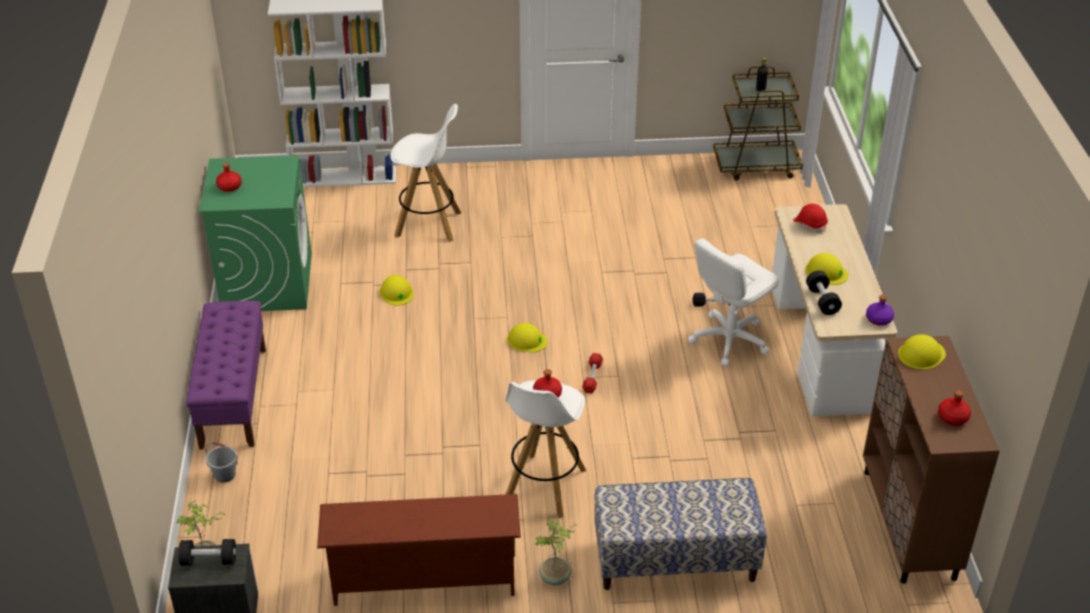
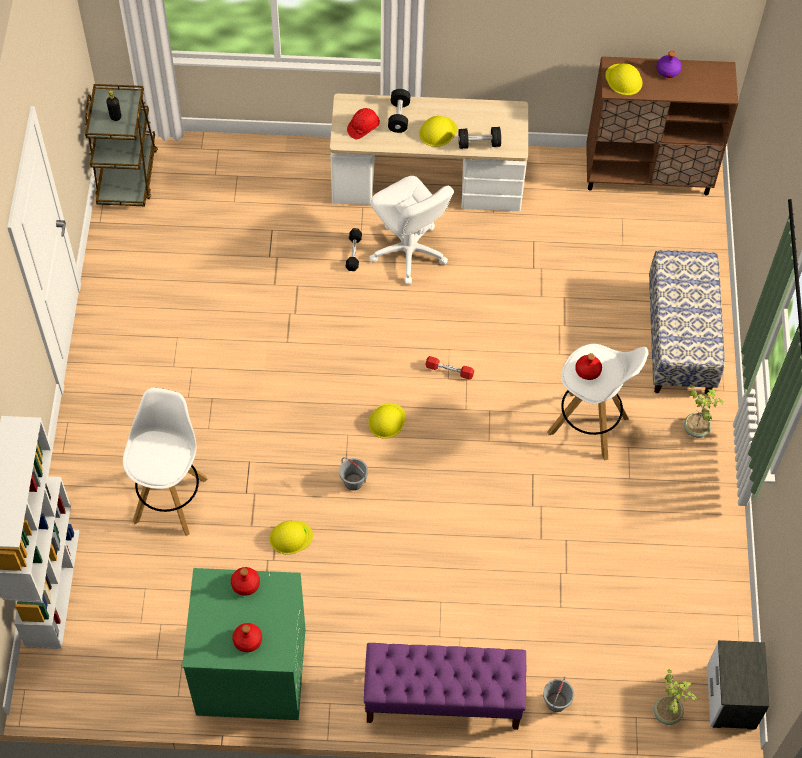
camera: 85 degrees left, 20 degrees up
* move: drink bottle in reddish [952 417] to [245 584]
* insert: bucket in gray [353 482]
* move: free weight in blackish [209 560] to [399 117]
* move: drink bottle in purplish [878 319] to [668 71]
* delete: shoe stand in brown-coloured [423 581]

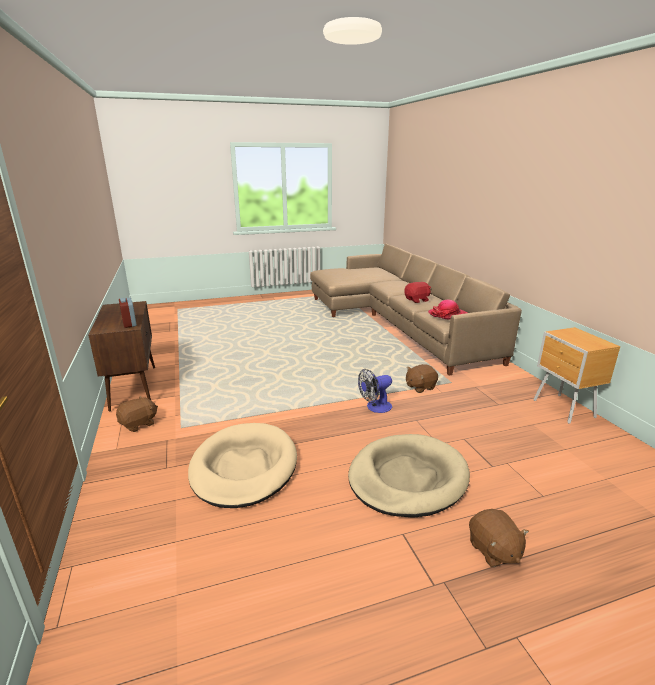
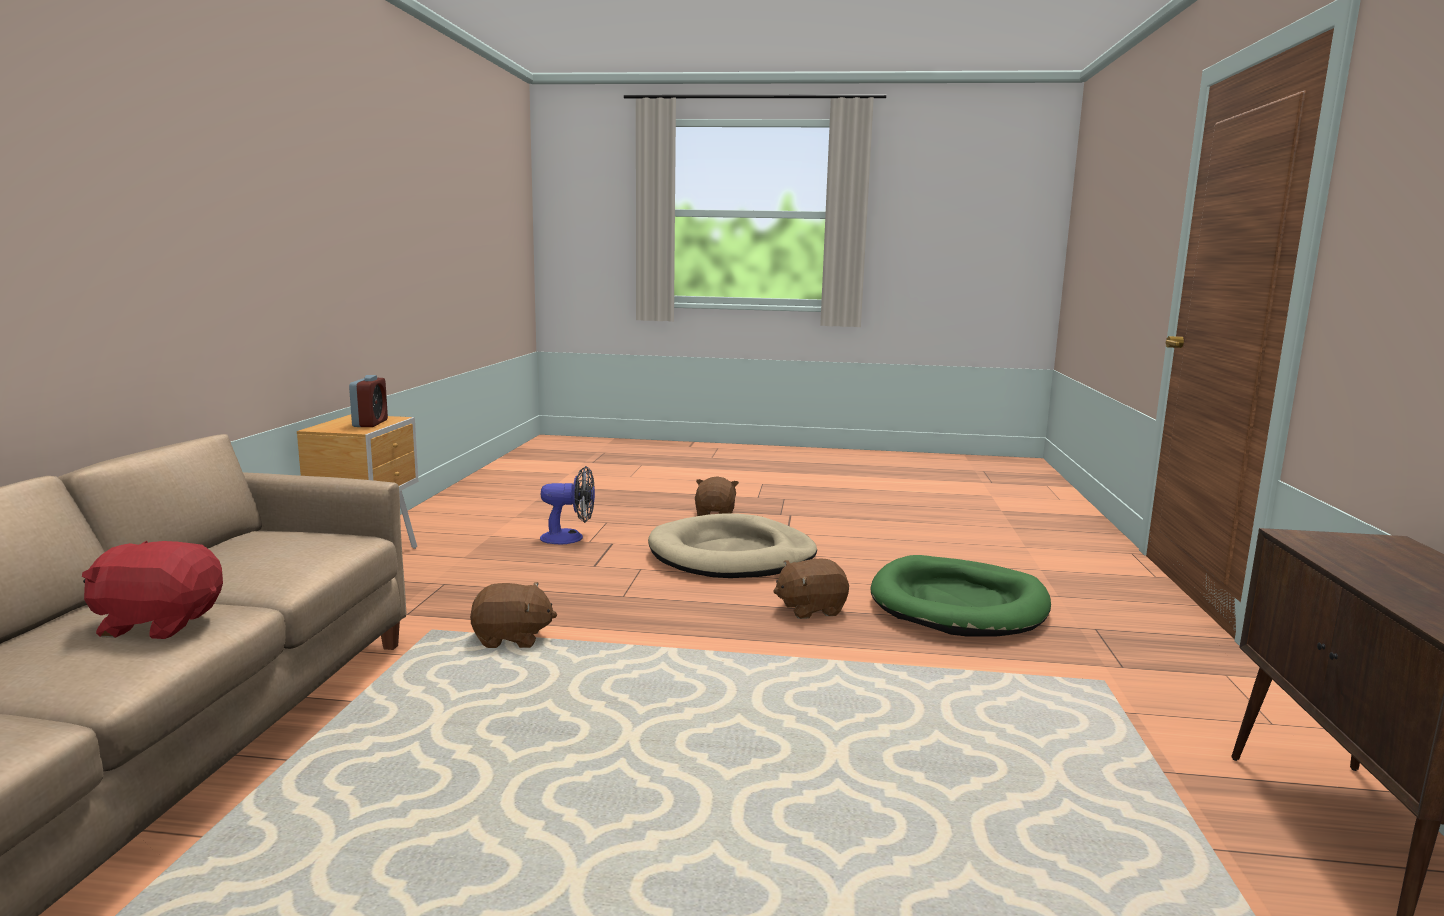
camera: 155 degrees left, 10 degrees down
* move: bedside clock [129 323] to [370 423]
* move: fan [375 407] to [570 538]
* move: soft toy in brown-coloured [139 424] to [810 609]
* recolor: dog bed in beige-coloured [244 467] to dog bed in green [959 604]
* delete: wearable hat [448 315]

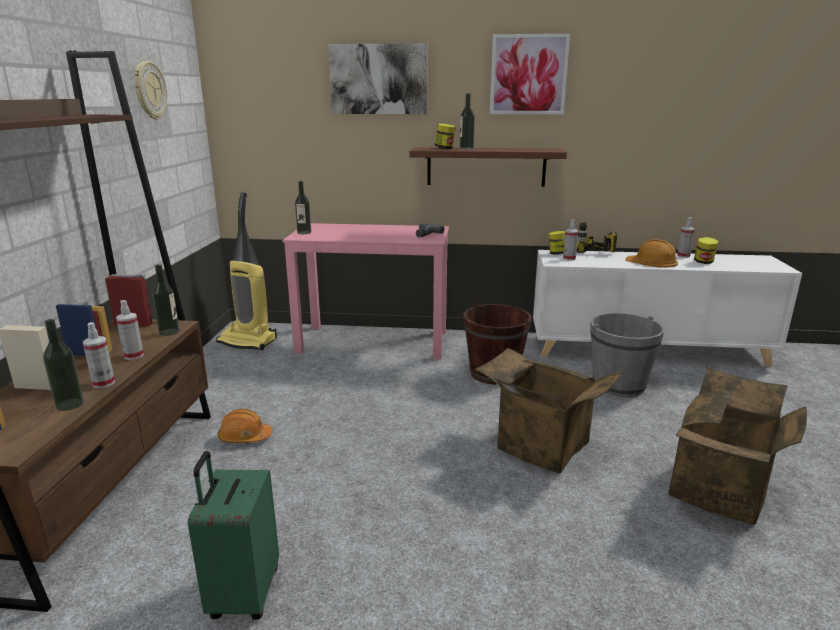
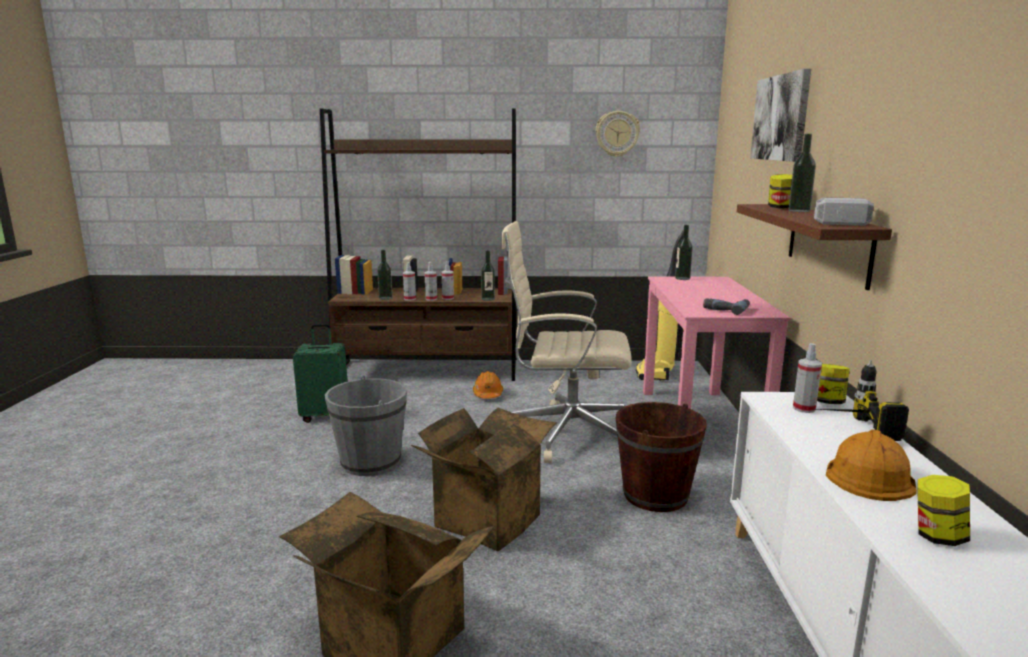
camera: 85 degrees right, 5 degrees down
* move: bucket in gray [618 385] to [370 462]
* move: sprayer [683 256] to [431 299]
* insert: computer chair in beige-coloured [565 433]
* insert: hammer [836 220]
* delete: wall picture [528 75]

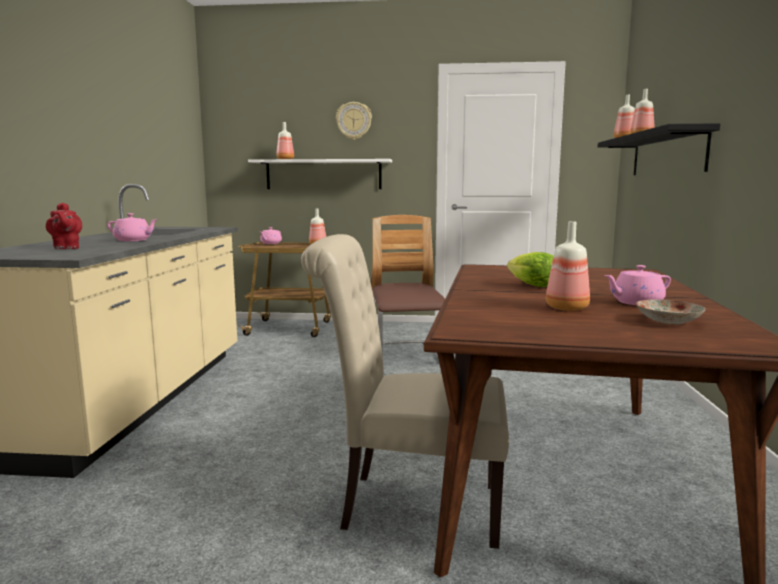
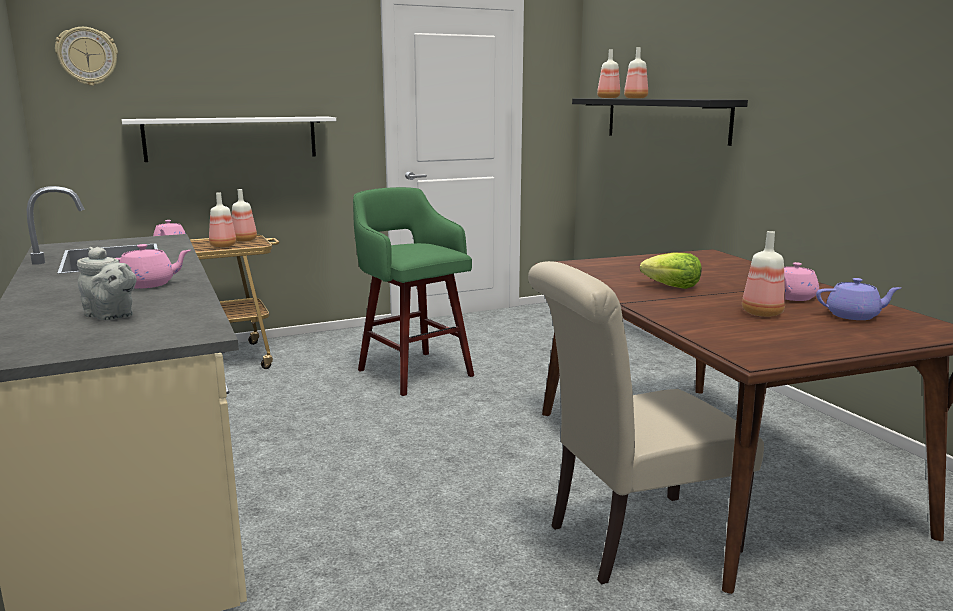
camera: 30 degrees left, 5 degrees up
* move: hanging clock [354 121] to [87 56]
* recolor: tea pot in reddish [66 248] to tea pot in gray [111 316]
* move: drink bottle [285 159] to [222 246]
* replace: upright chair [406 354] to stool in green [413 371]
* replace: dinner plate [667 321] to tea pot in purplish [854 316]

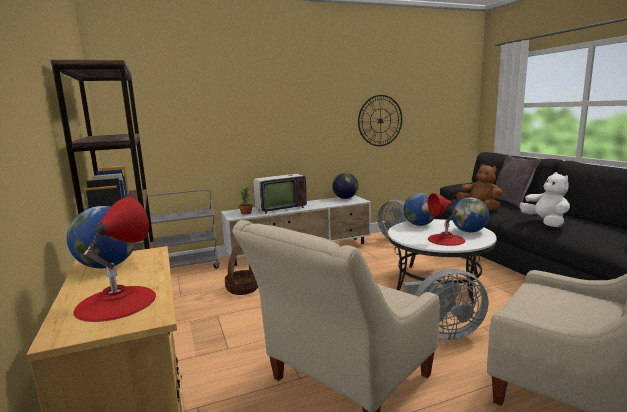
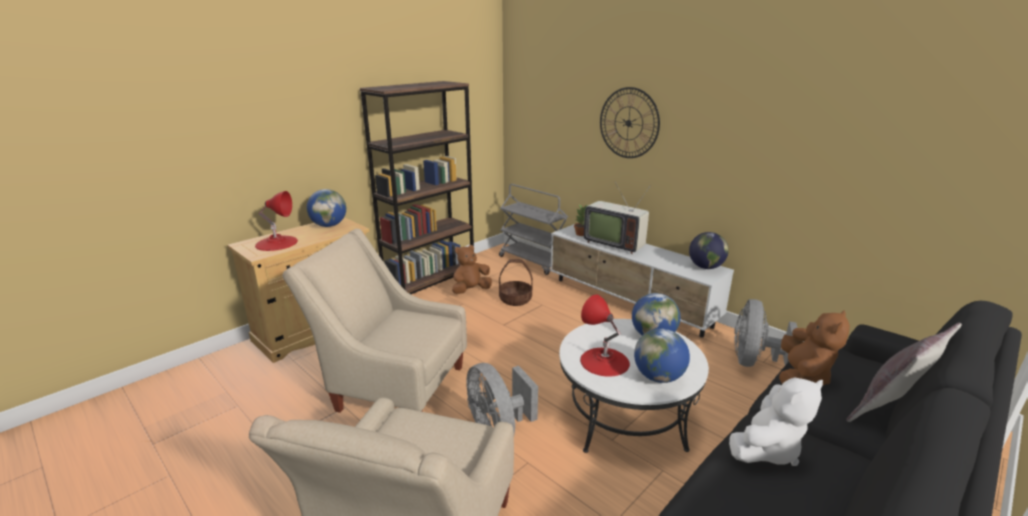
camera: 65 degrees right, 10 degrees up
* insert: soft toy in brown-coloured [471 290]
* move: hanging clock [380 120] to [628 123]

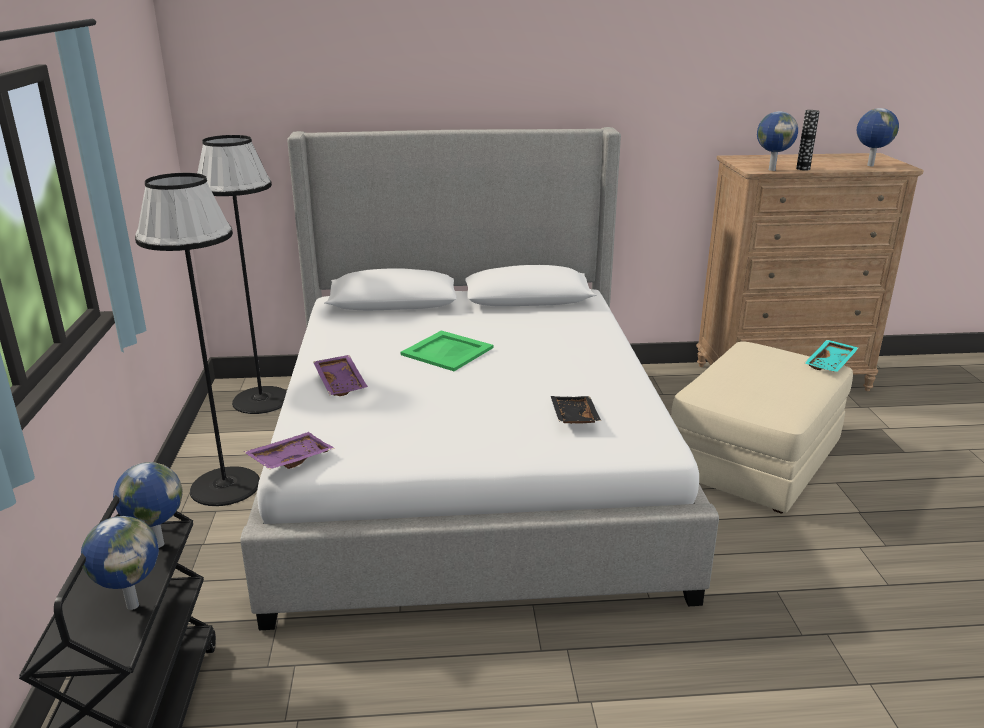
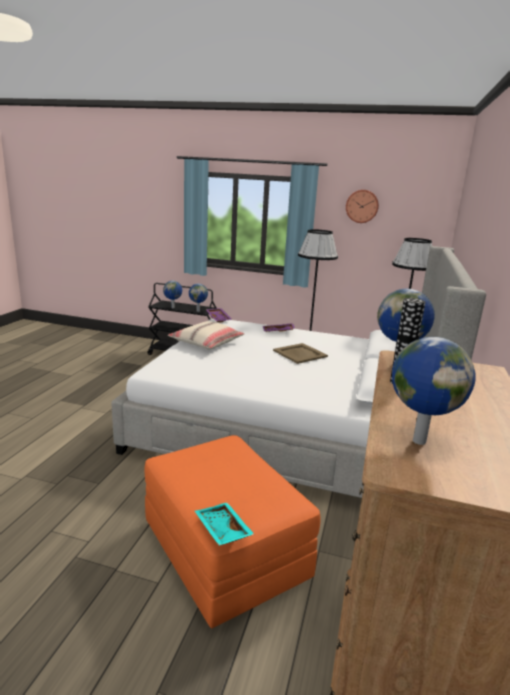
camera: 110 degrees right, 5 degrees down
* recolor: footrest in beige-coloured [754 459] to footrest in orange-coloured [223 549]
* insert: throw pillow in beige-coloured [206 342]
* recolor: tray in green [448 351] to tray in beige-coloured [300 354]
* insert: hanging clock [362 206]
* delete: tray in blackish [573 417]

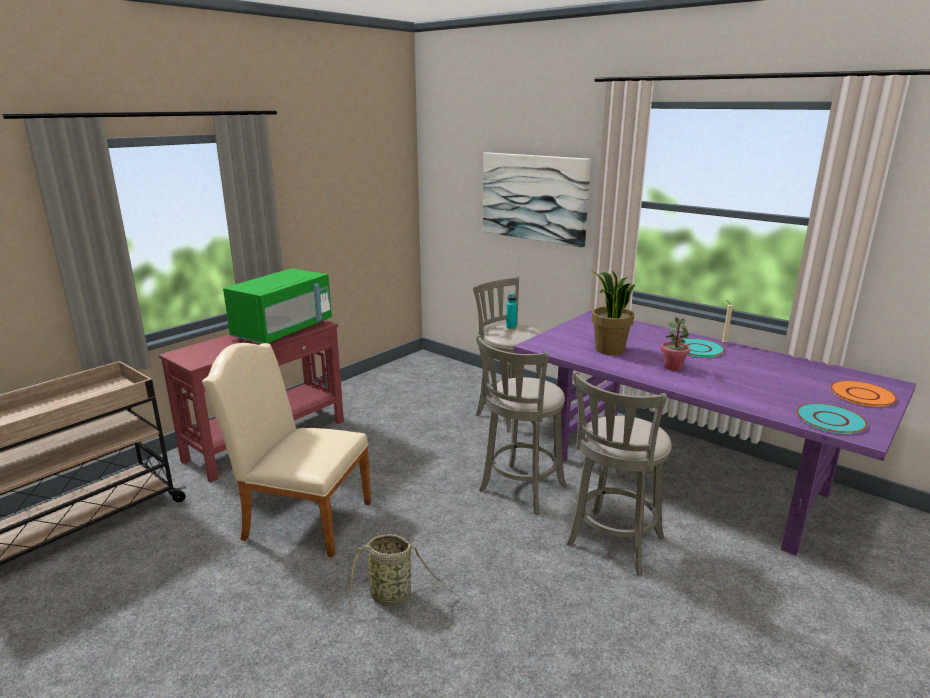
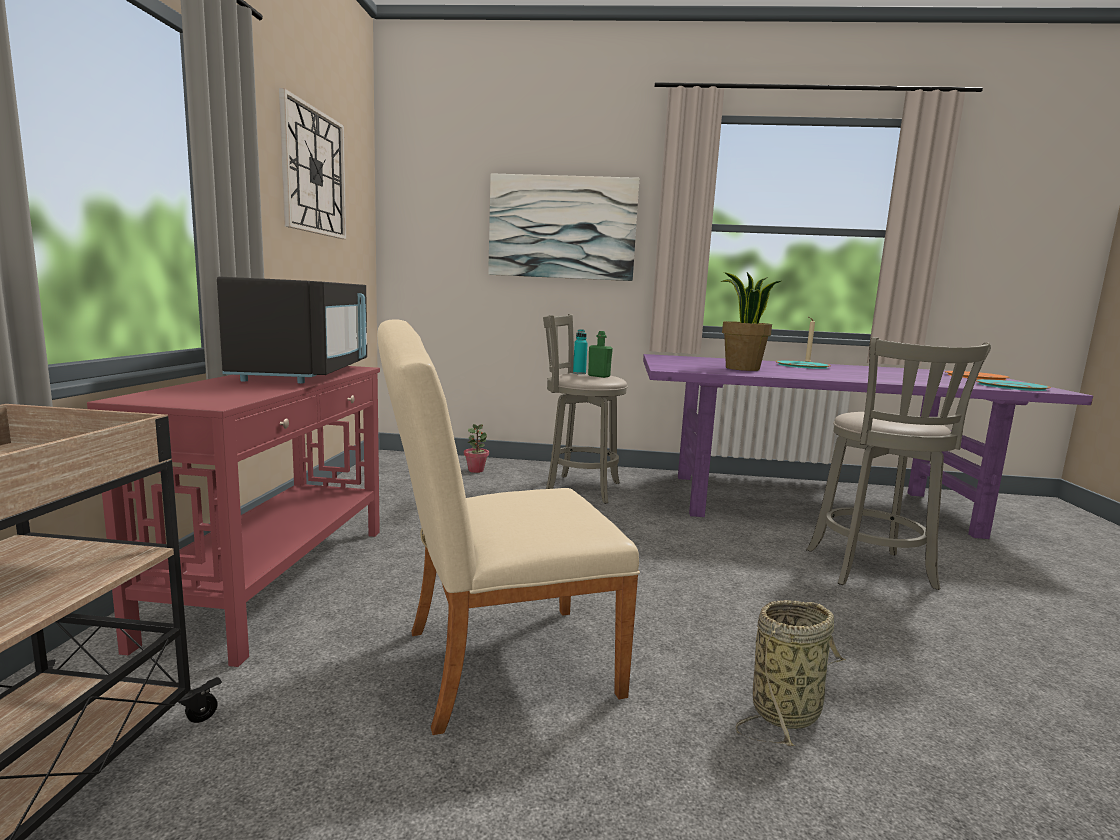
camera: 35 degrees left, 10 degrees down
* recolor: microwave in green [283 330] to microwave in blackish [305 373]
* insert: hanging clock [313 172]
* move: houseplant [673 367] to [476 470]
* insert: drink bottle in green [599 376]
* delete: stool in gray [520 490]

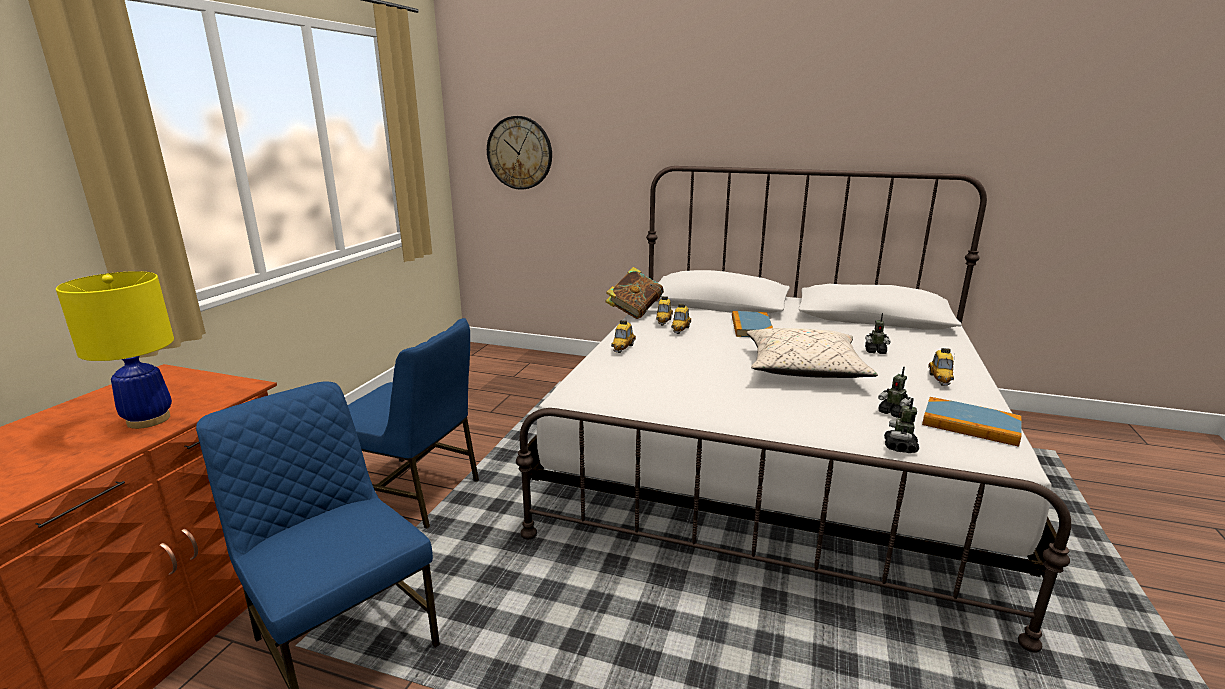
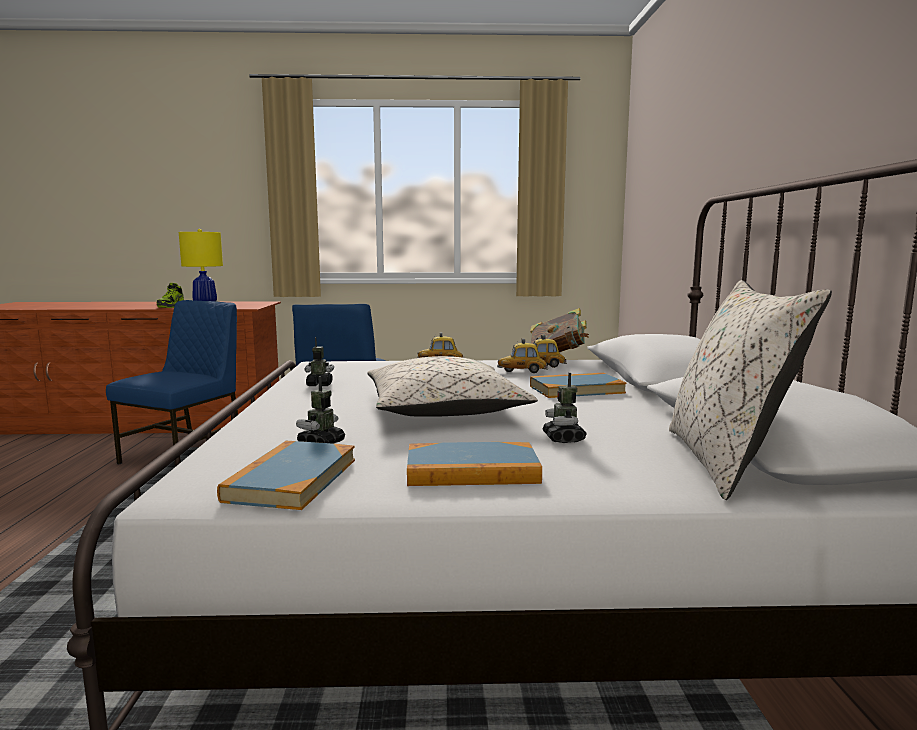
camera: 70 degrees right, 10 degrees down
* insert: low shoe [171 307]
* move: robot figure [900 447] to [319 385]
* replace: toy car [939 379] to volume [472 471]
* insert: throw pillow in beige-coloured [727 462]
* delete: hanging clock [519 153]

